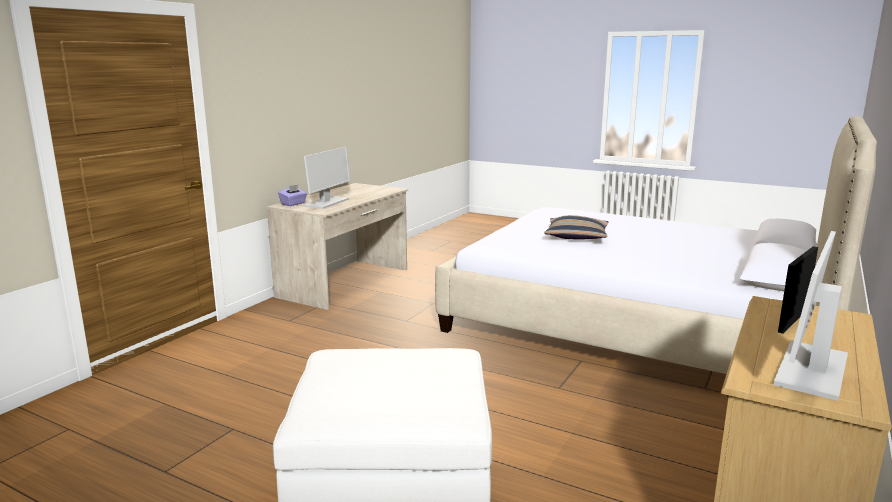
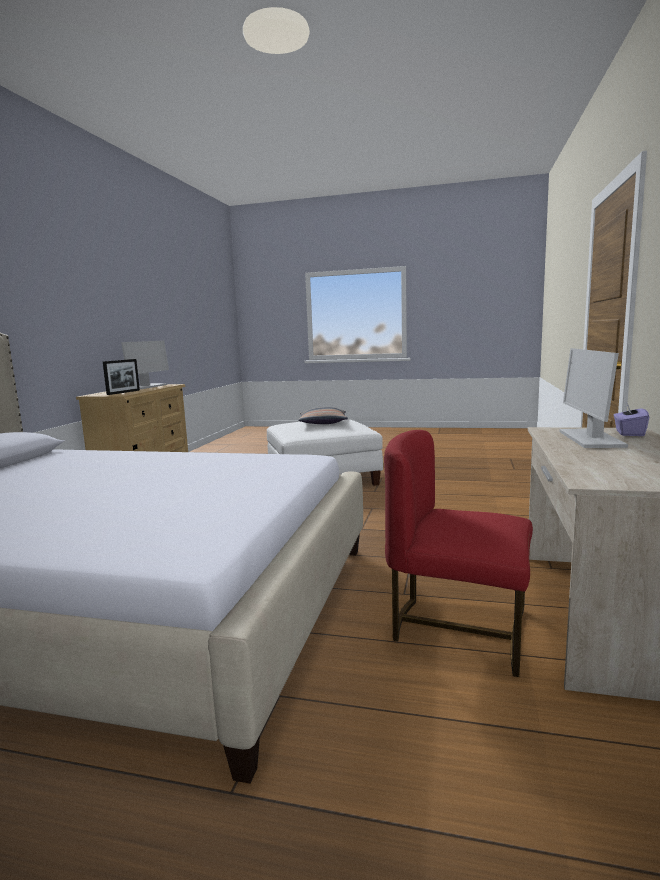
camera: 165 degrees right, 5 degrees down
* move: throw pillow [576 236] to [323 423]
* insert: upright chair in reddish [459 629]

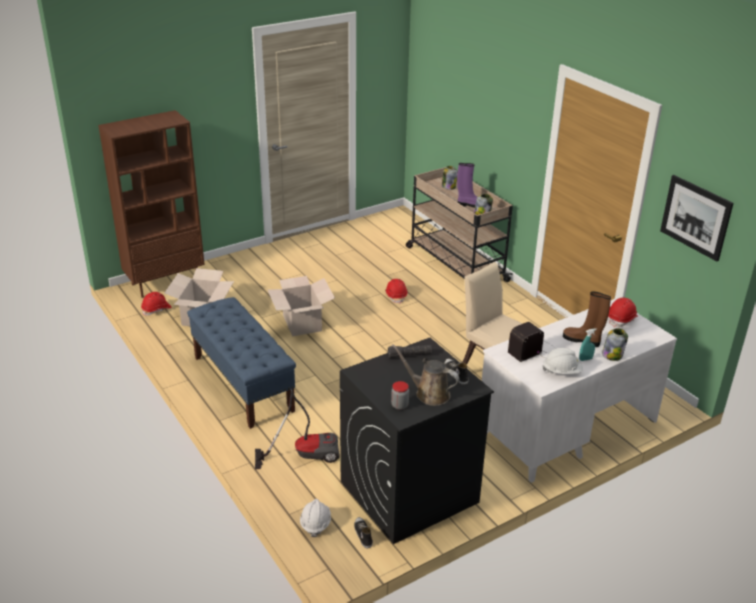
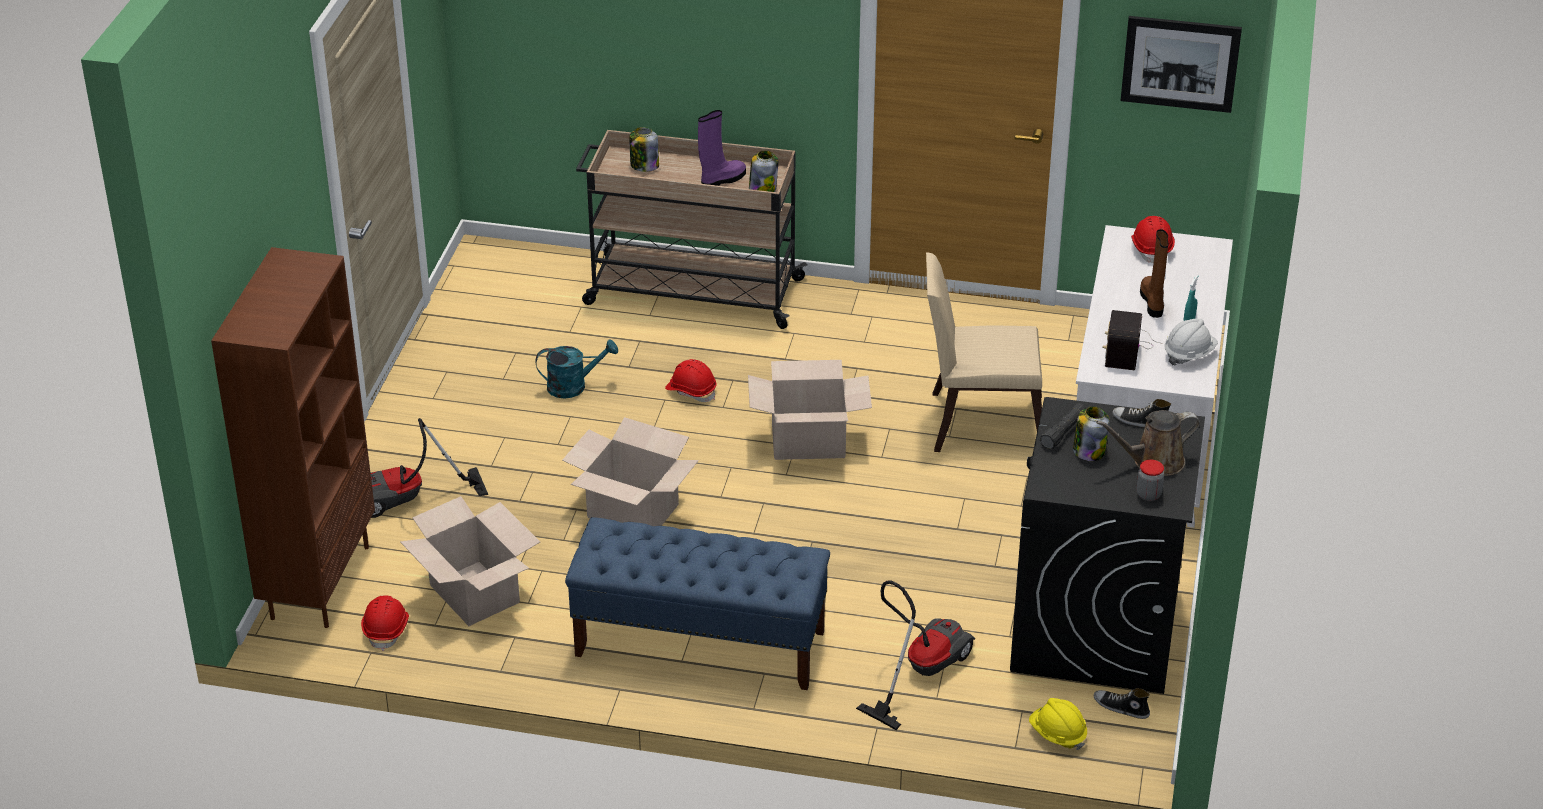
camera: 45 degrees left, 5 degrees up
* insert: vacuum cleaner [409 501]
* insert: watering can in blue-green [574 386]
* insert: cardboard box [808 442]
* recolor: work helmet in whitish [315 523] to work helmet in yellow [1057 734]
* move: storage jar [612 355] to [1088 451]
* rotate: boot in brown-coloured [582 340] = [1153 302] 105 degrees clockwise

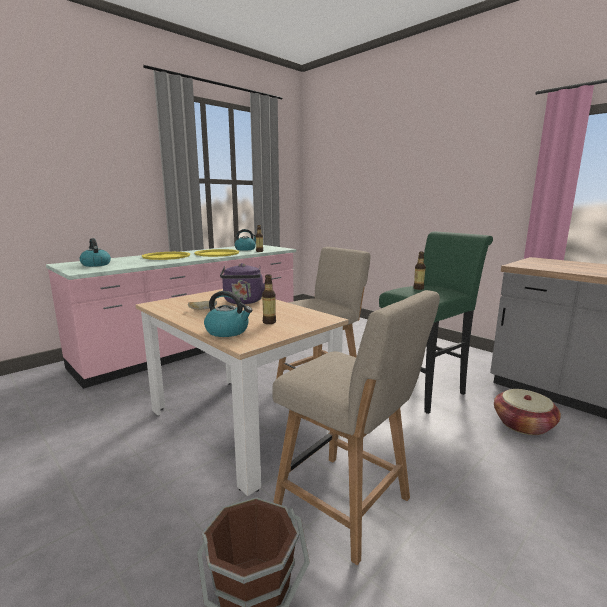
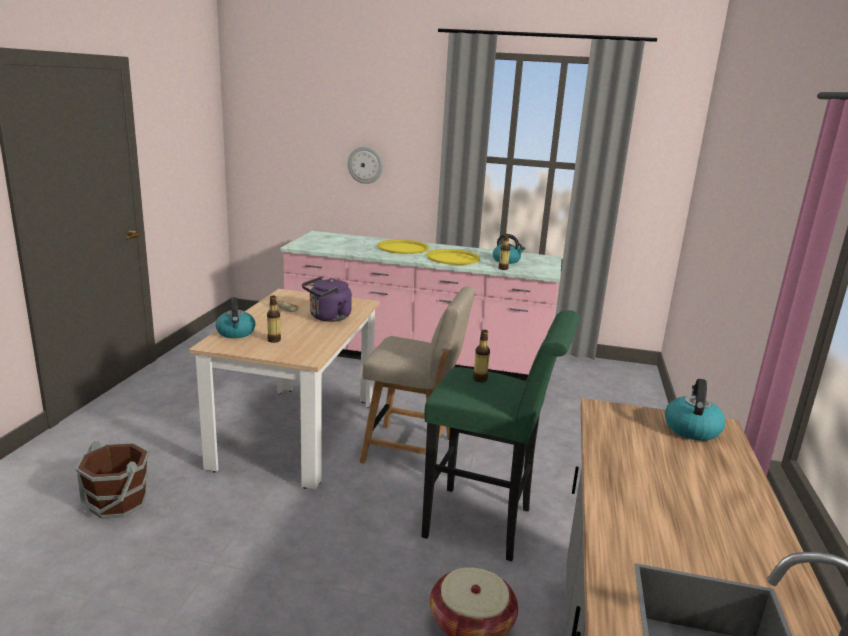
camera: 55 degrees right, 5 degrees up
* insert: hanging clock [365 165]
* move: tea kettle [95 264] to [691 428]
* delete: upright chair in beige-coloured [348 506]

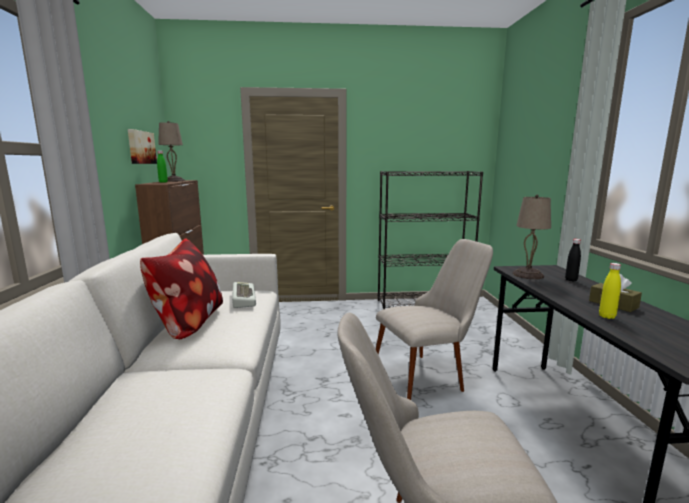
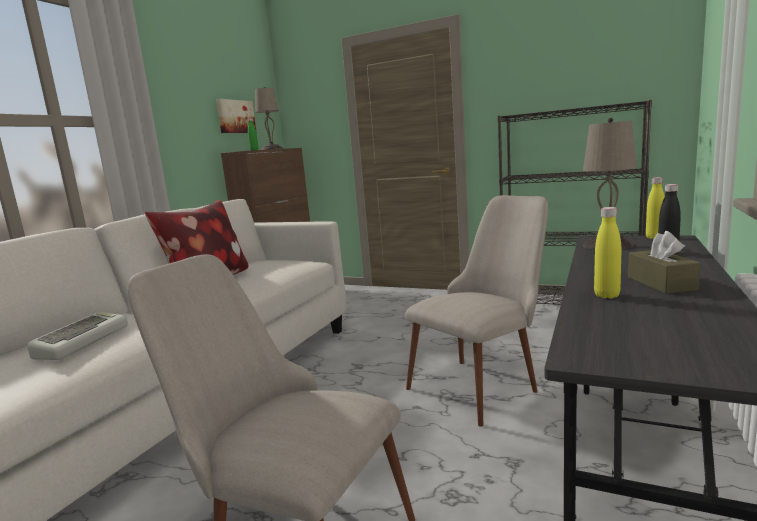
camera: 30 degrees right, 0 degrees up
* move: computer keyboard [242 298] to [82 341]
* rotate: upright chair in beige-coloured [429 375] = [484 382] 45 degrees counterclockwise
* insert: drink bottle in yellow [654 237]

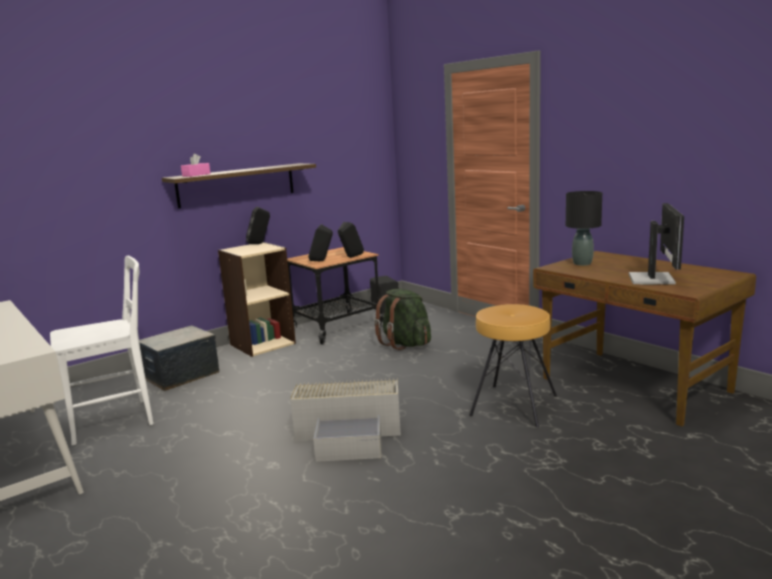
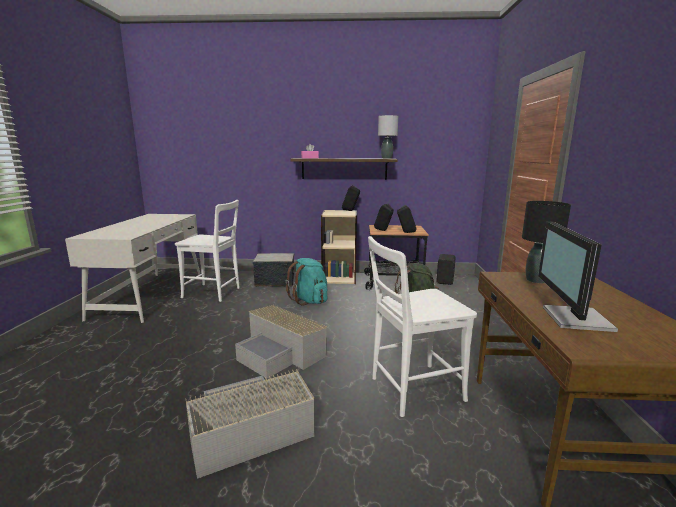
camera: 40 degrees right, 0 degrees up
* insert: storage box in gray [247 431]
* insert: backpack in blue-green [309 301]
* replace: stool in brown-coloured [513 405] to upright chair in whitish [412 390]
* insert: table lamp in gray [386 158]
* rotate: computer screen [653 279] = [574 319] 135 degrees clockwise

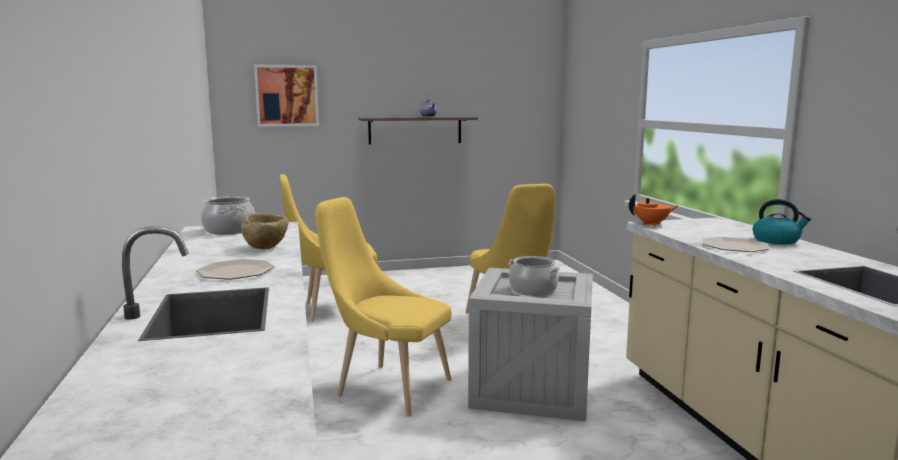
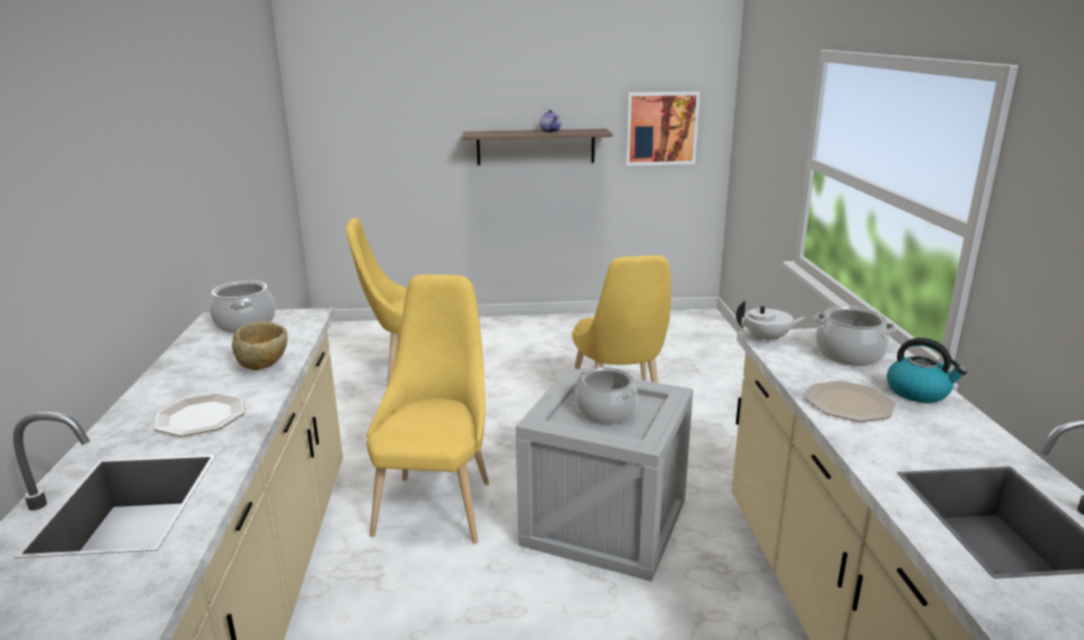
camera: 10 degrees right, 10 degrees up
* rotate: upright chair in yellow [387 387] = [437 503] 60 degrees clockwise
* move: wall picture [287 95] to [661 128]
* recolor: tea pot in orange-coloured [652 224] to tea pot in whitish [767 339]
* insert: saucepot [849 354]

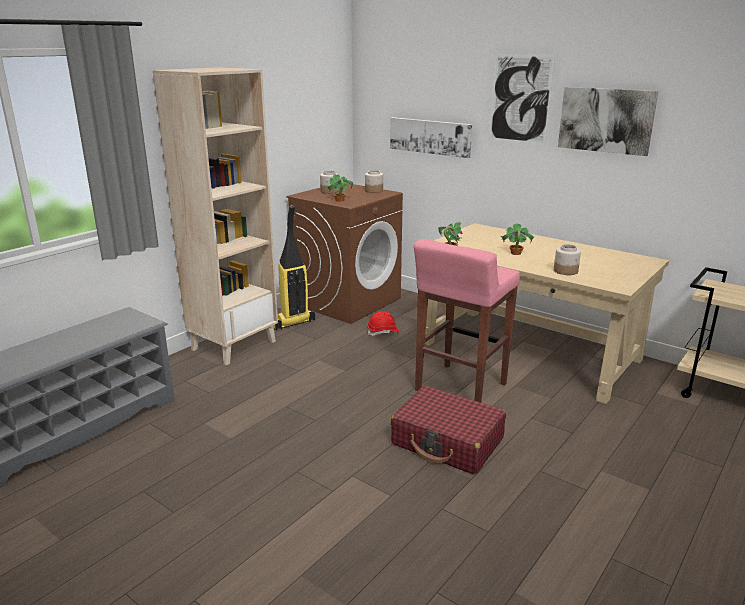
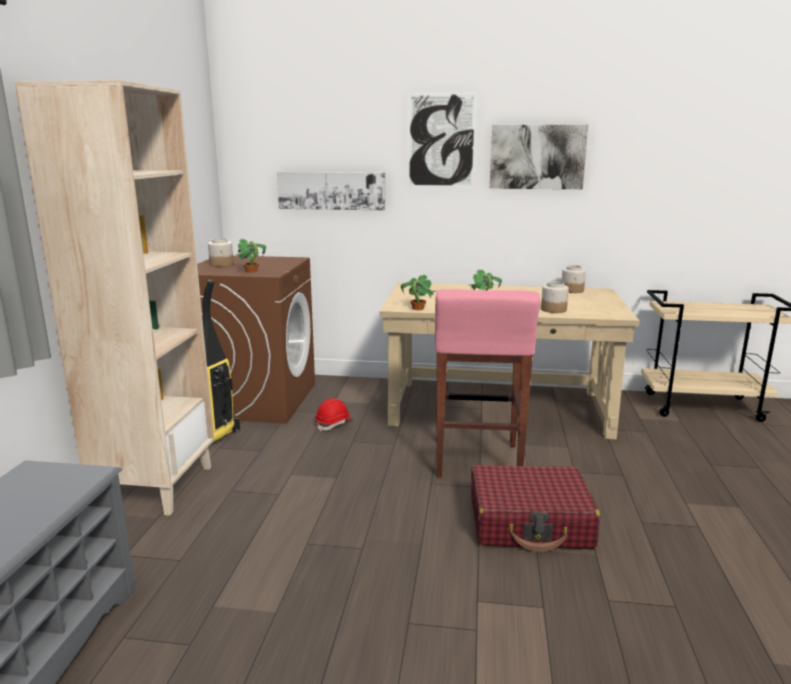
camera: 30 degrees left, 5 degrees down
* move: storage jar [374 191] to [572 290]

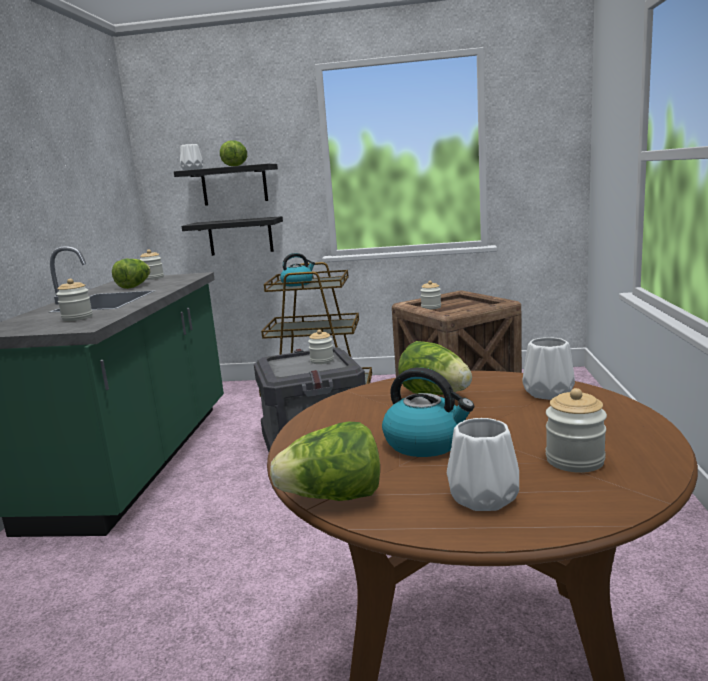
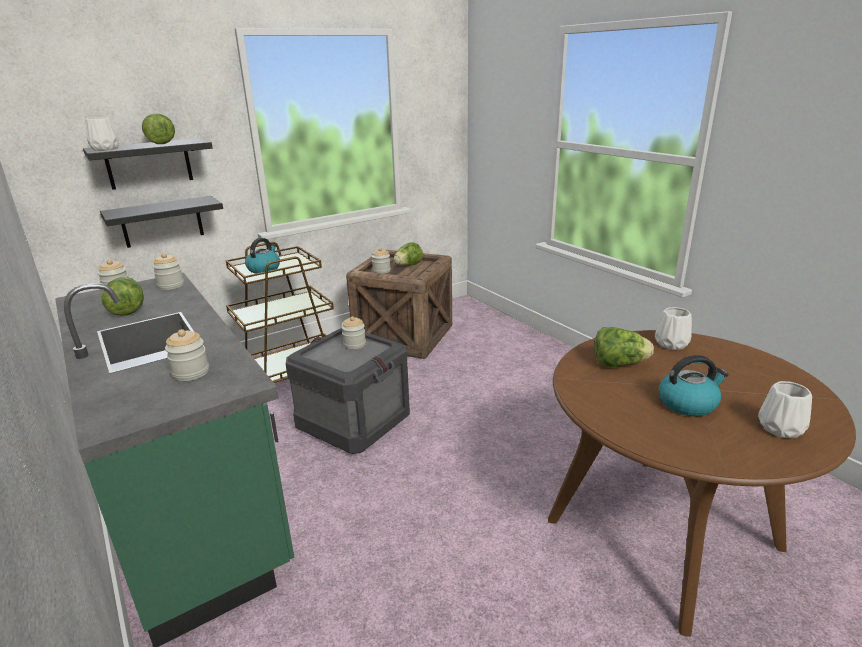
camera: 40 degrees left, 10 degrees up
* move: storage jar [574 460] to [171 285]
* move: head of lettuce [333 498] to [408 265]

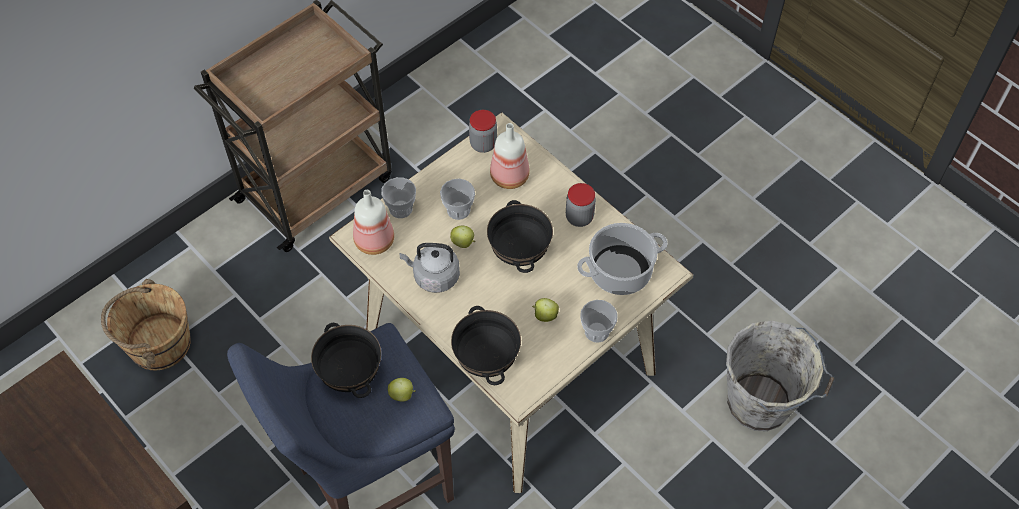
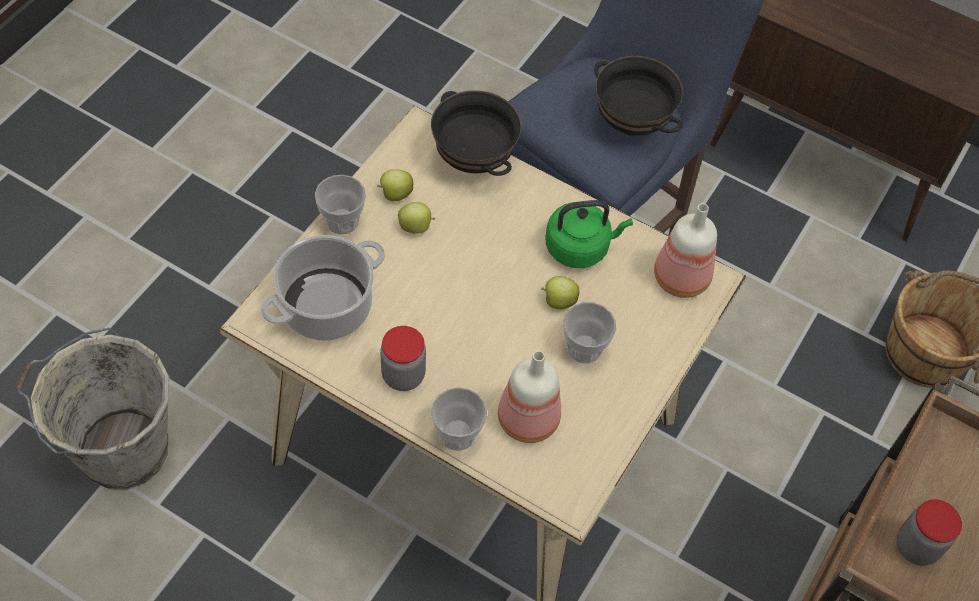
camera: 160 degrees right, 0 degrees up
* move: whole apple [402 394] to [395 194]
* move: small cup [400 208] to [457 434]
* recolor: tea kettle in gray [434 276] to tea kettle in green [580 247]
* move: storage jar [483 144] to [916 546]
* delete: bowl in blackish [518 253]

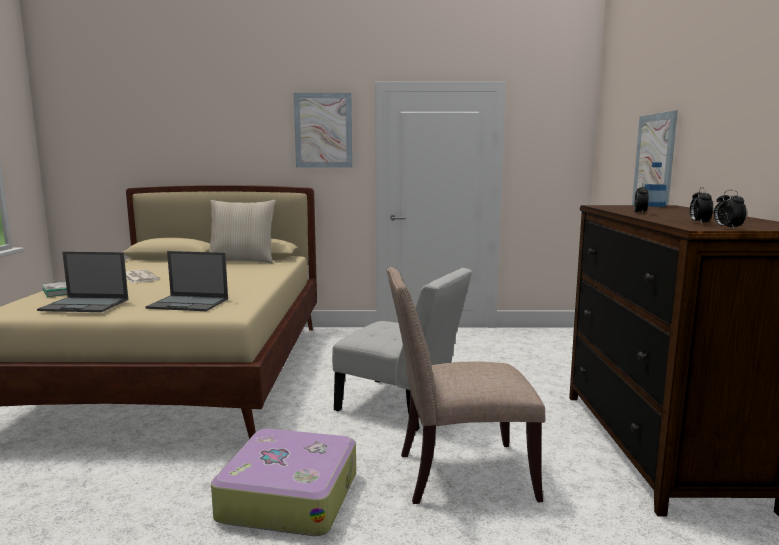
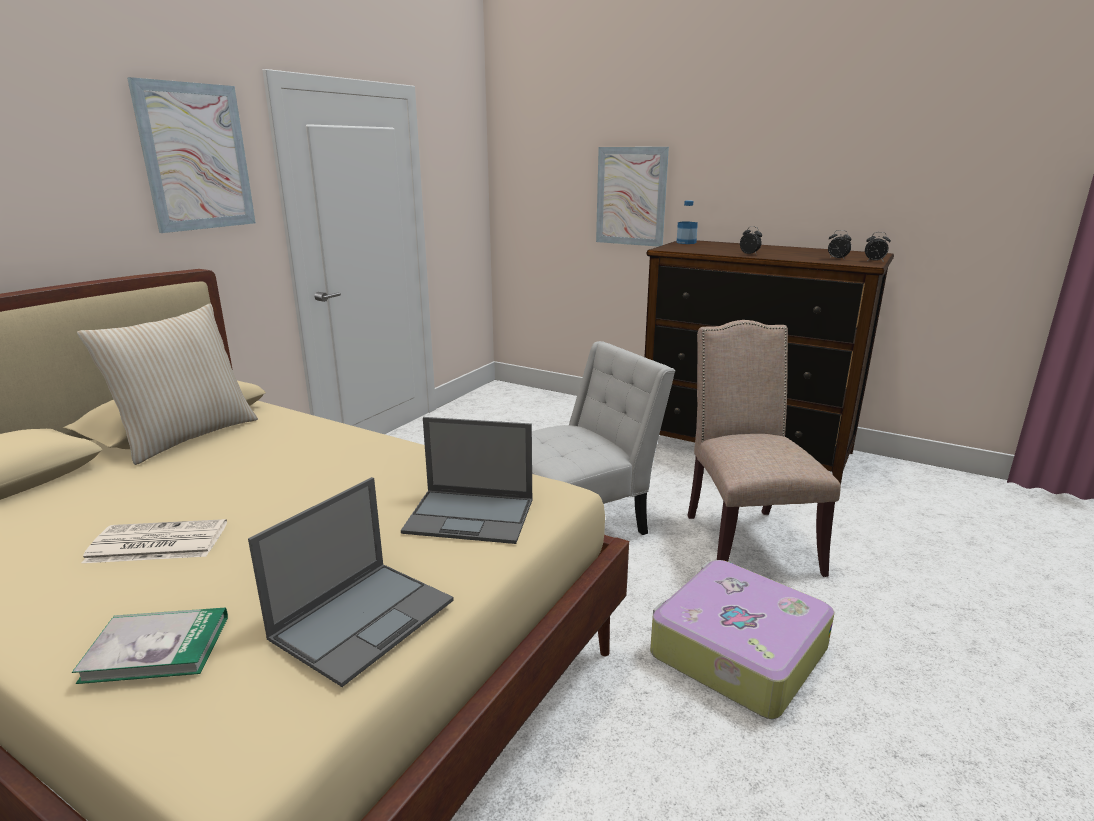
camera: 60 degrees left, 10 degrees up
* rotate: laptop [189 303] = [471 516] 60 degrees clockwise
* rotate: upright chair in beige-coloured [458 475] = [745 540] 150 degrees clockwise

